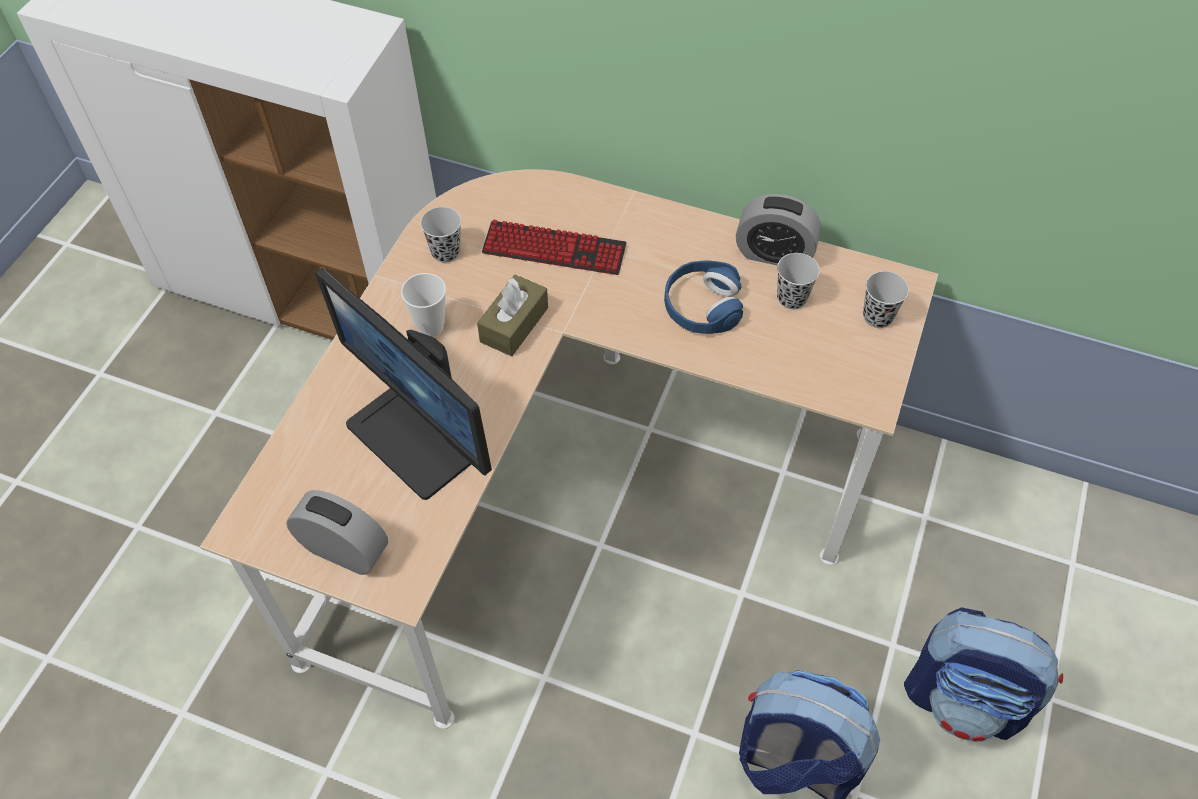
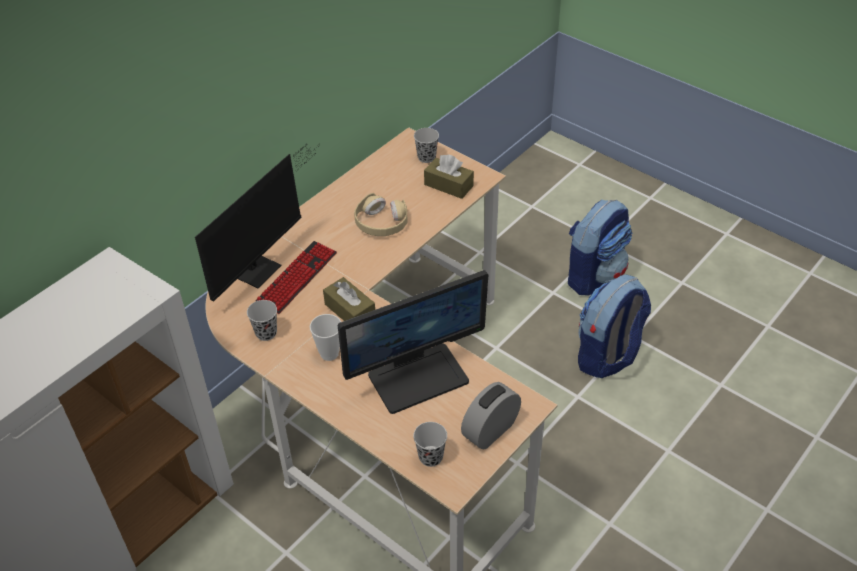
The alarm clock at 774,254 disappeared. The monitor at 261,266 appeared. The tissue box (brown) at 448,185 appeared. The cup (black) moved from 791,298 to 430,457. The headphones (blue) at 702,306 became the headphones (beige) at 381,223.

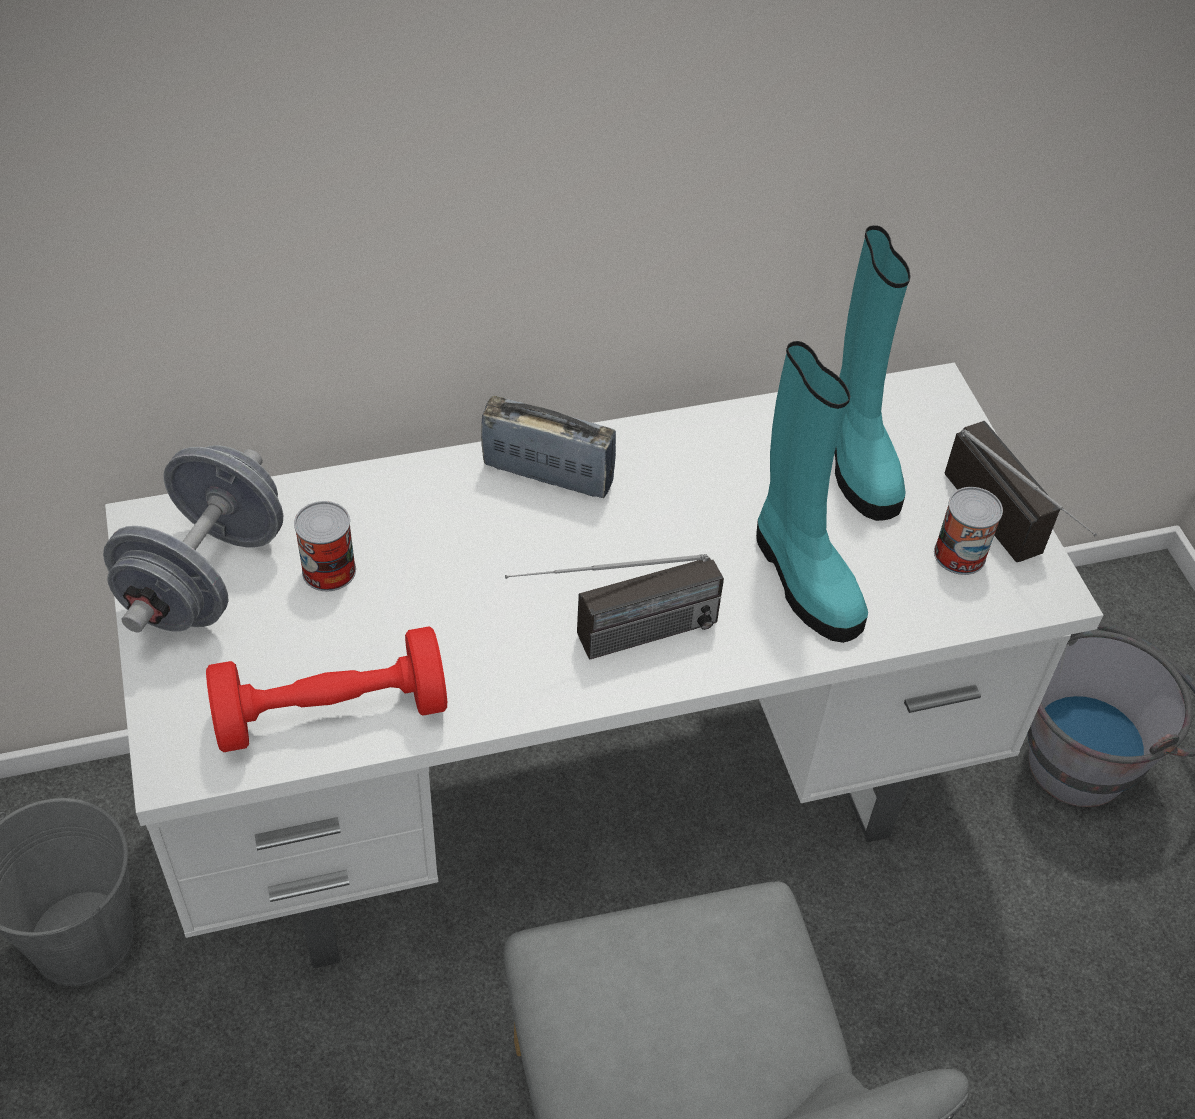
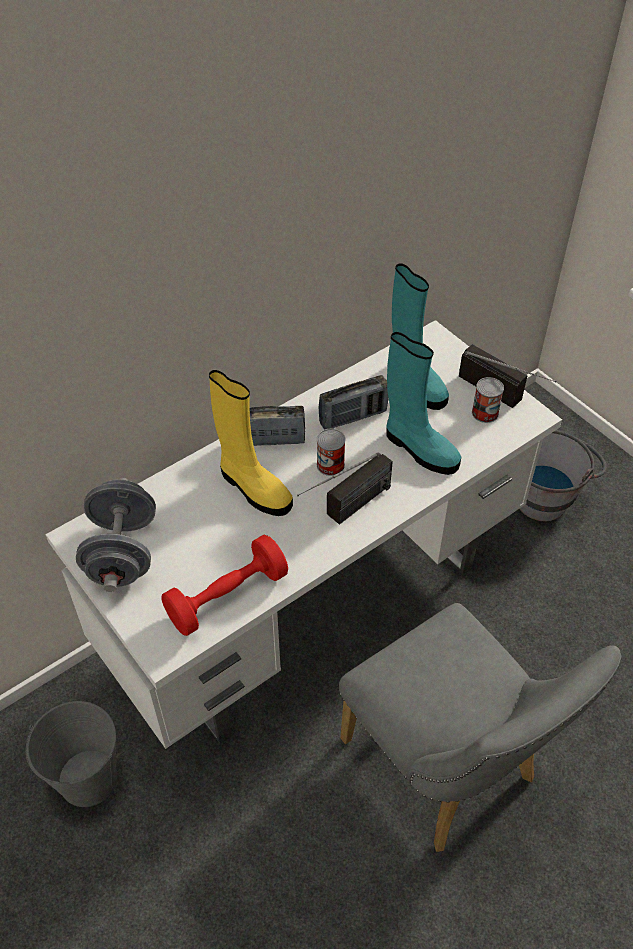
The boot (yellow) at 253,488 appeared. The radio at 353,417 appeared. The can moved from 329,570 to 330,465.

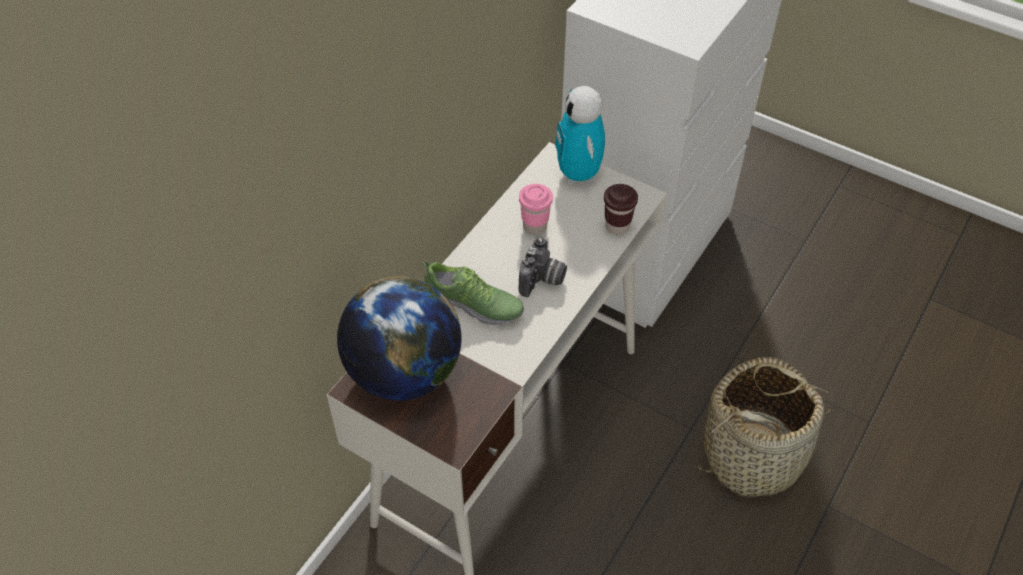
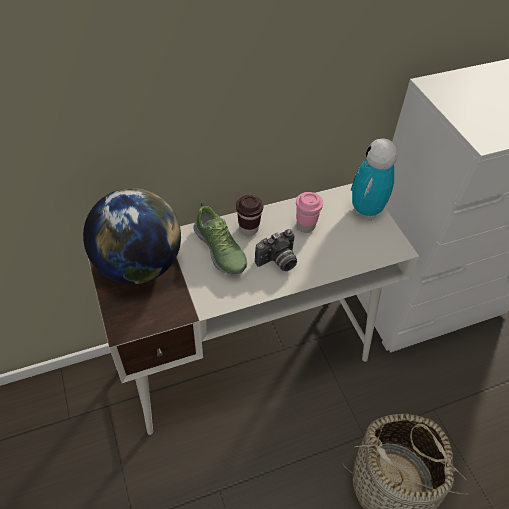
The cup (brown) moved from 617,226 to 248,229.

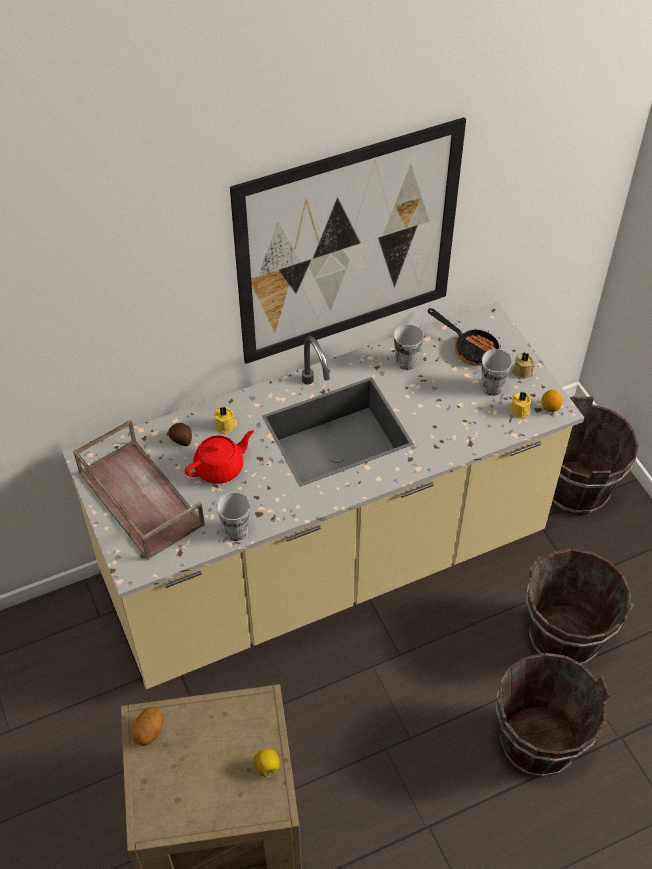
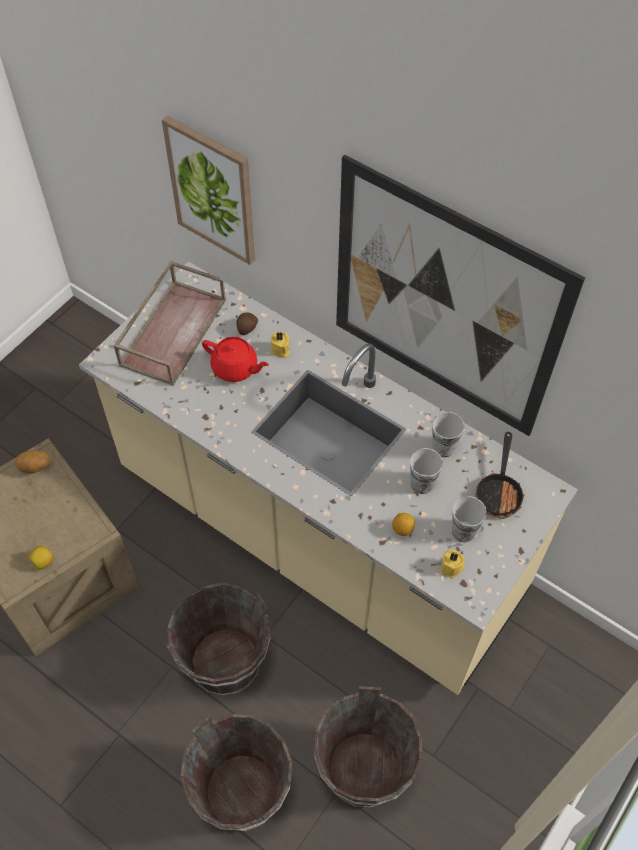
The candle (beige) at 523,372 disappeared. The picture at 213,190 appeared. The cup moved from 236,530 to 422,484. The lemon moved from 550,407 to 402,529. The bucket (brown) moved from 577,489 to 225,663.

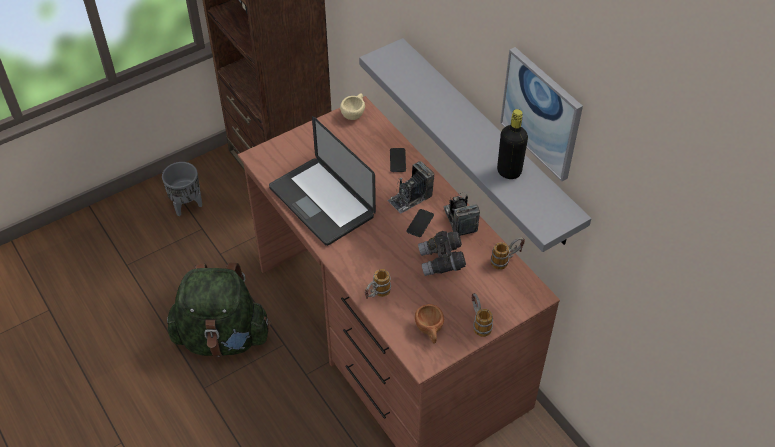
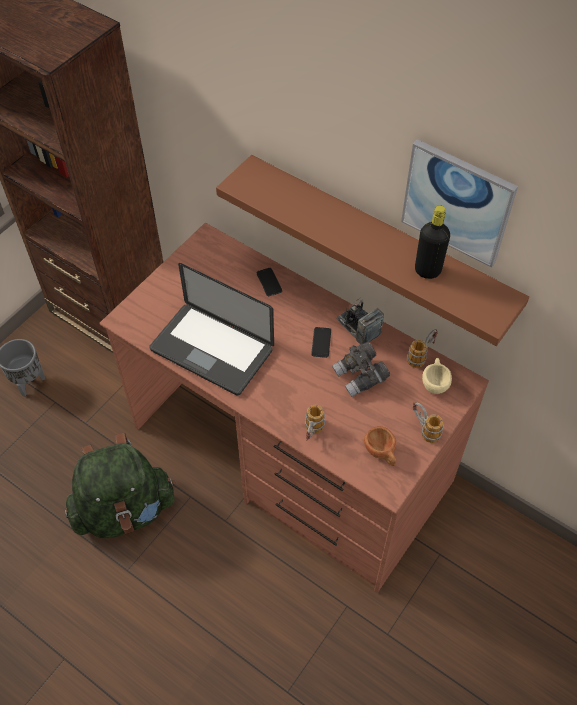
The photo camera at 410,198 disappeared. The cup (beige) moved from 354,113 to 434,382. The shelf (grey) at 487,142 became the shelf (brown) at 378,243.

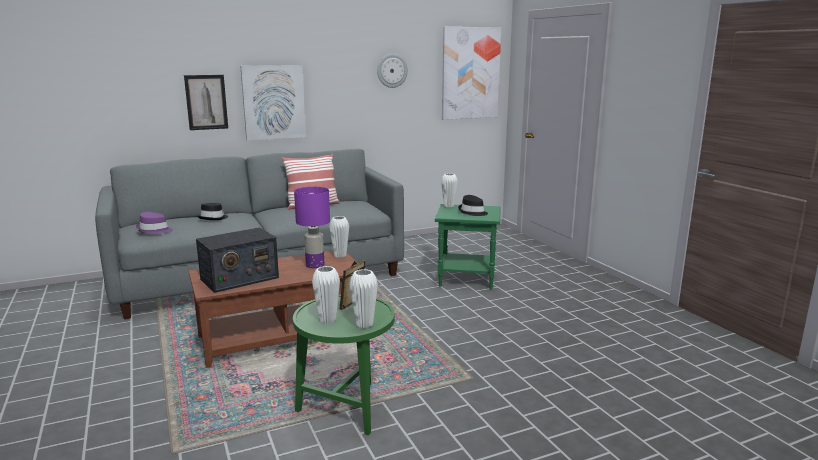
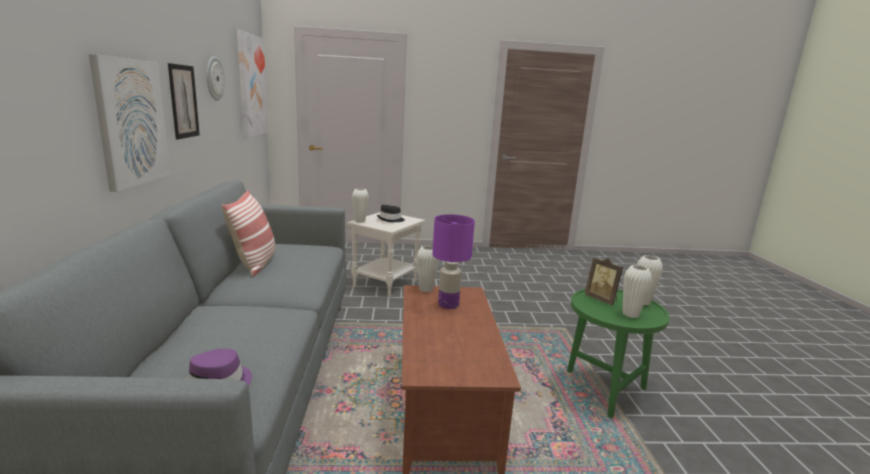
The radio at 239,278 disappeared. The hat (black) at 214,218 disappeared. The picture moved from 206,102 to 183,101. The side table (green) at 467,279 became the side table (white) at 385,283.

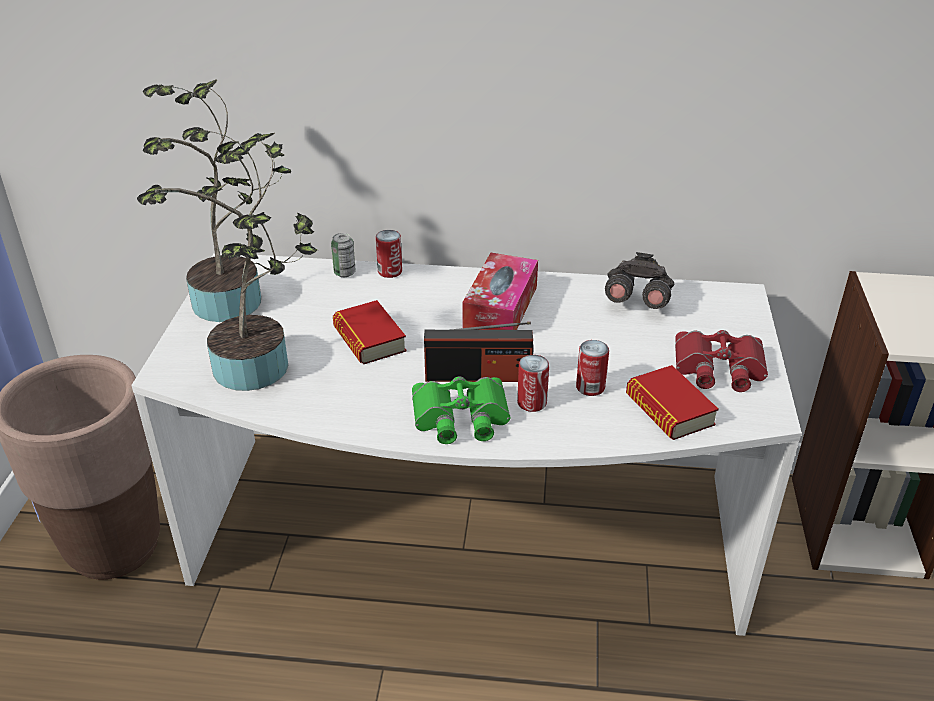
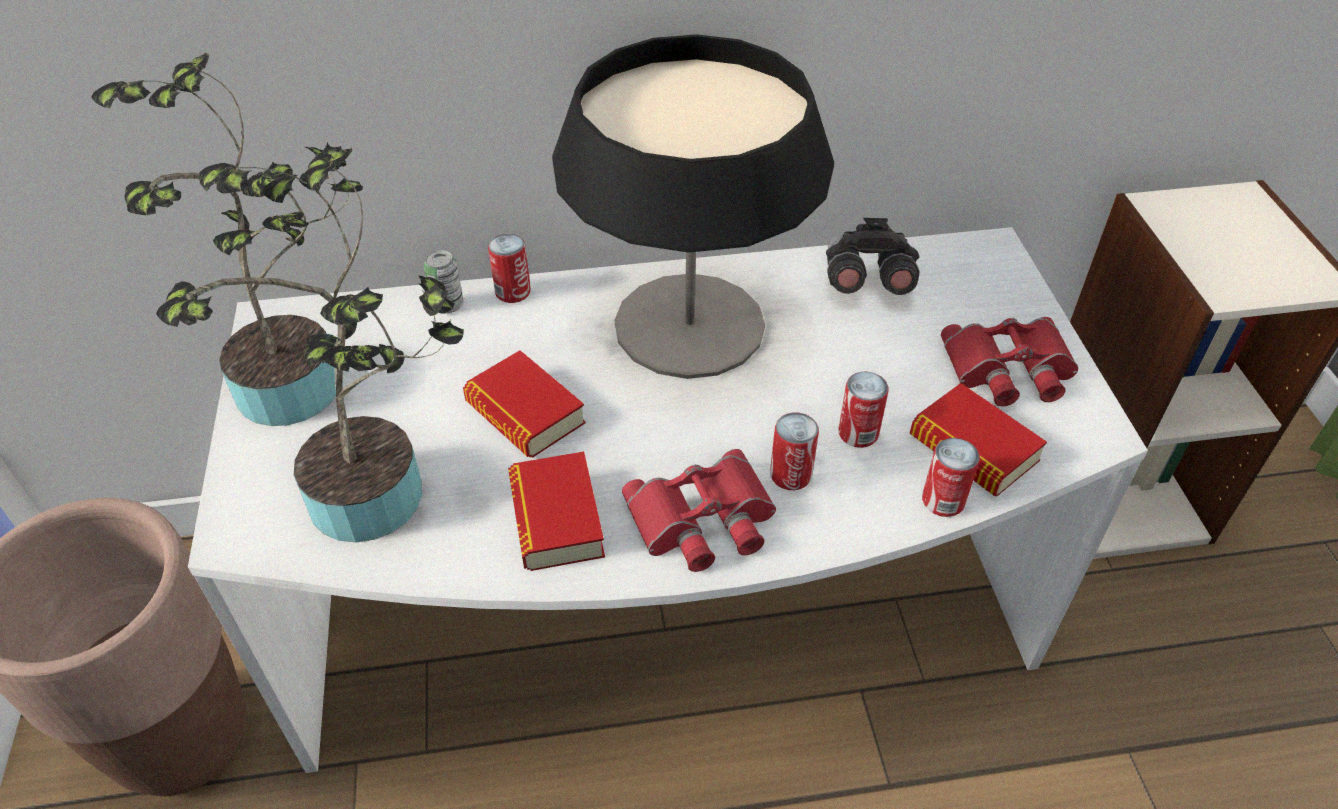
The radio at 478,376 disappeared. The book at 556,519 appeared. The can at 943,500 appeared. The tissue box at 500,308 was replaced by the table lamp at 690,325. The binoculars (green) at 460,418 became the binoculars (red) at 703,521.

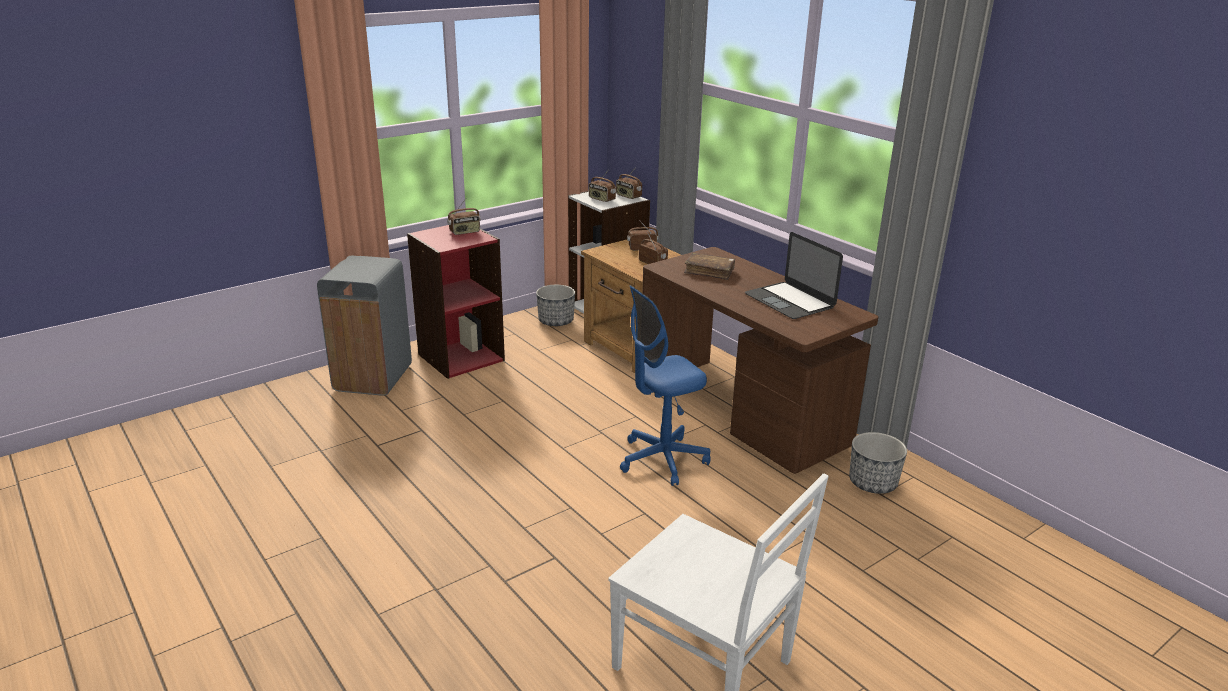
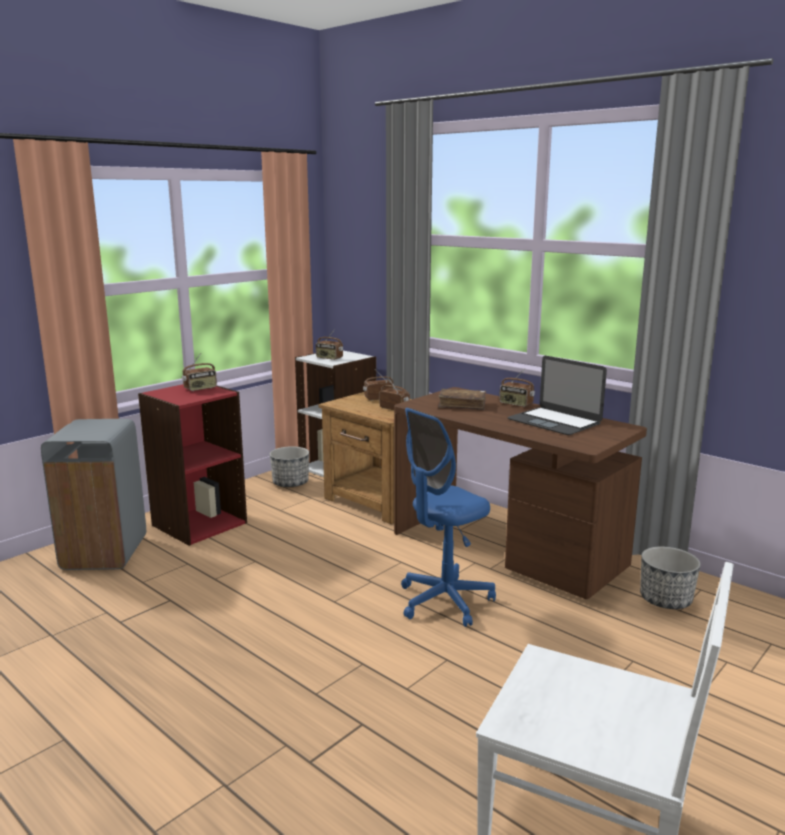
The radio moved from 628,196 to 515,404.

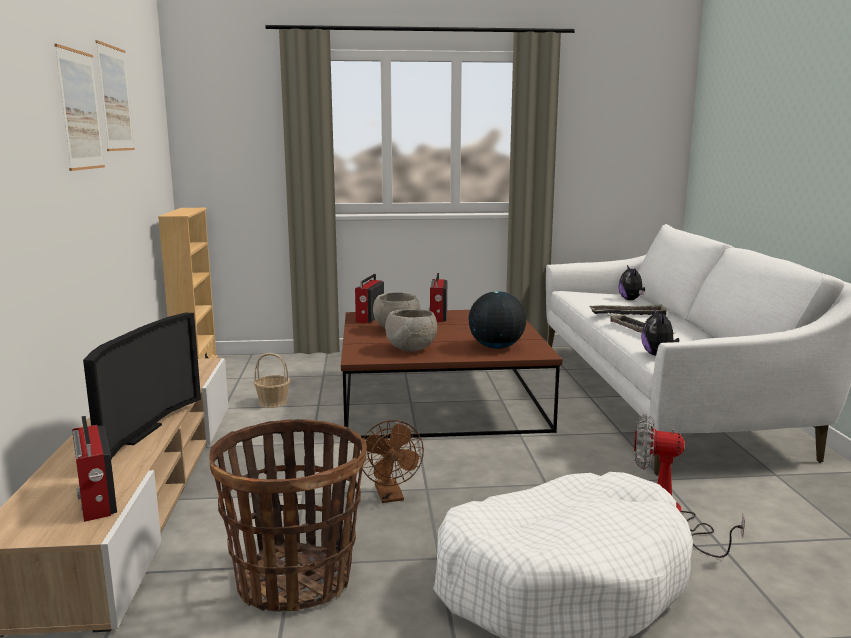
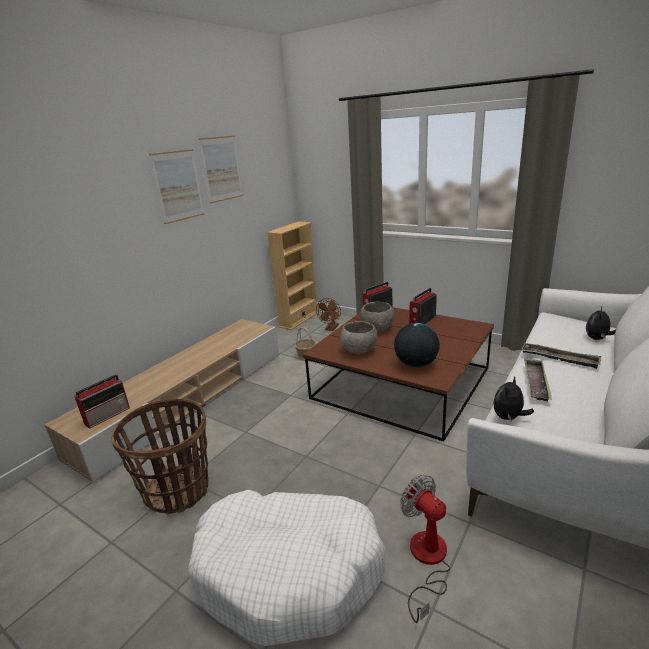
The television at 133,434 disappeared. The fan (brown) moved from 391,496 to 331,328. The radio at 96,500 turned 150 degrees counterclockwise.

